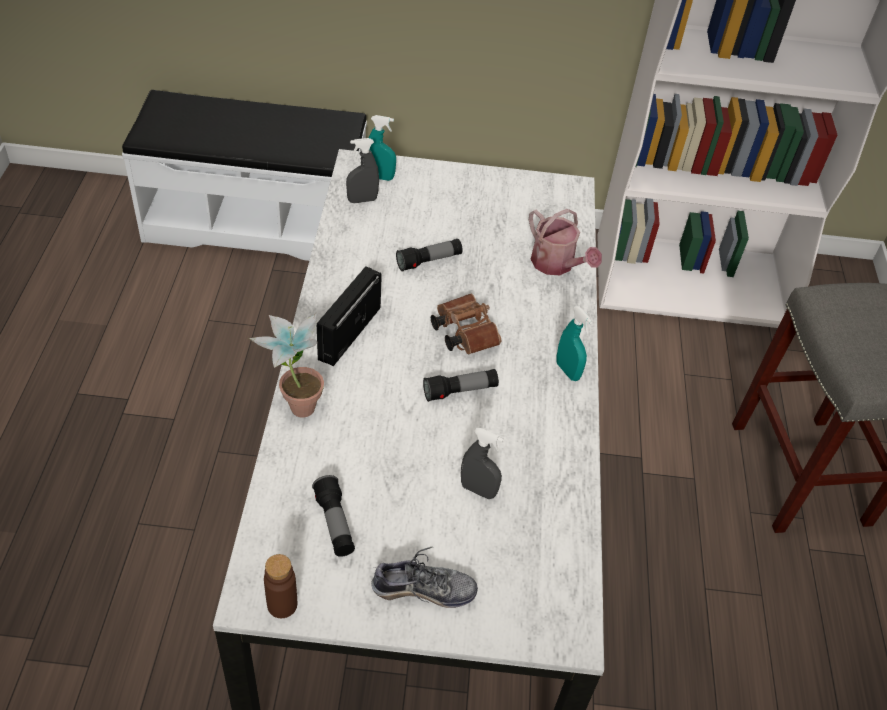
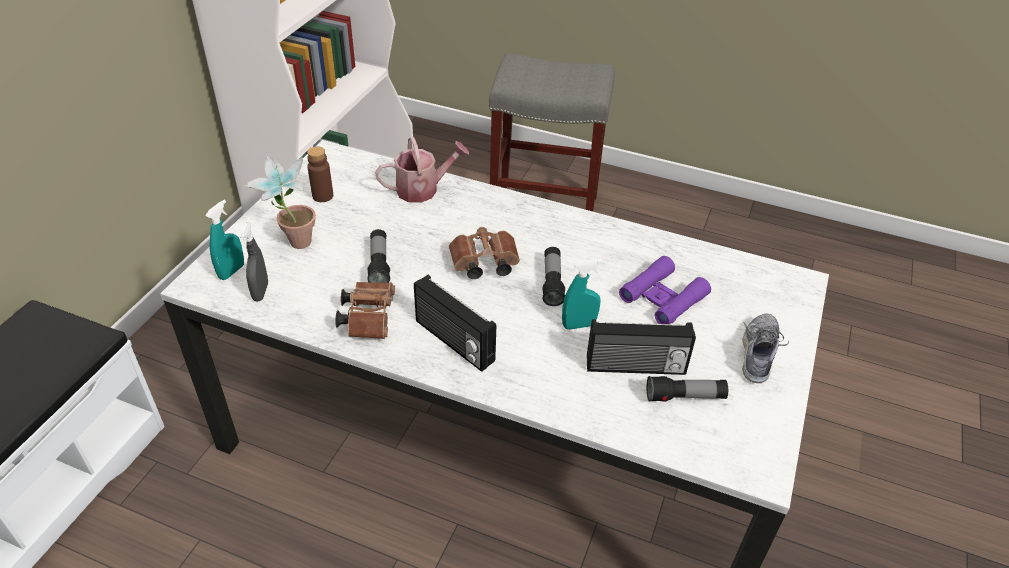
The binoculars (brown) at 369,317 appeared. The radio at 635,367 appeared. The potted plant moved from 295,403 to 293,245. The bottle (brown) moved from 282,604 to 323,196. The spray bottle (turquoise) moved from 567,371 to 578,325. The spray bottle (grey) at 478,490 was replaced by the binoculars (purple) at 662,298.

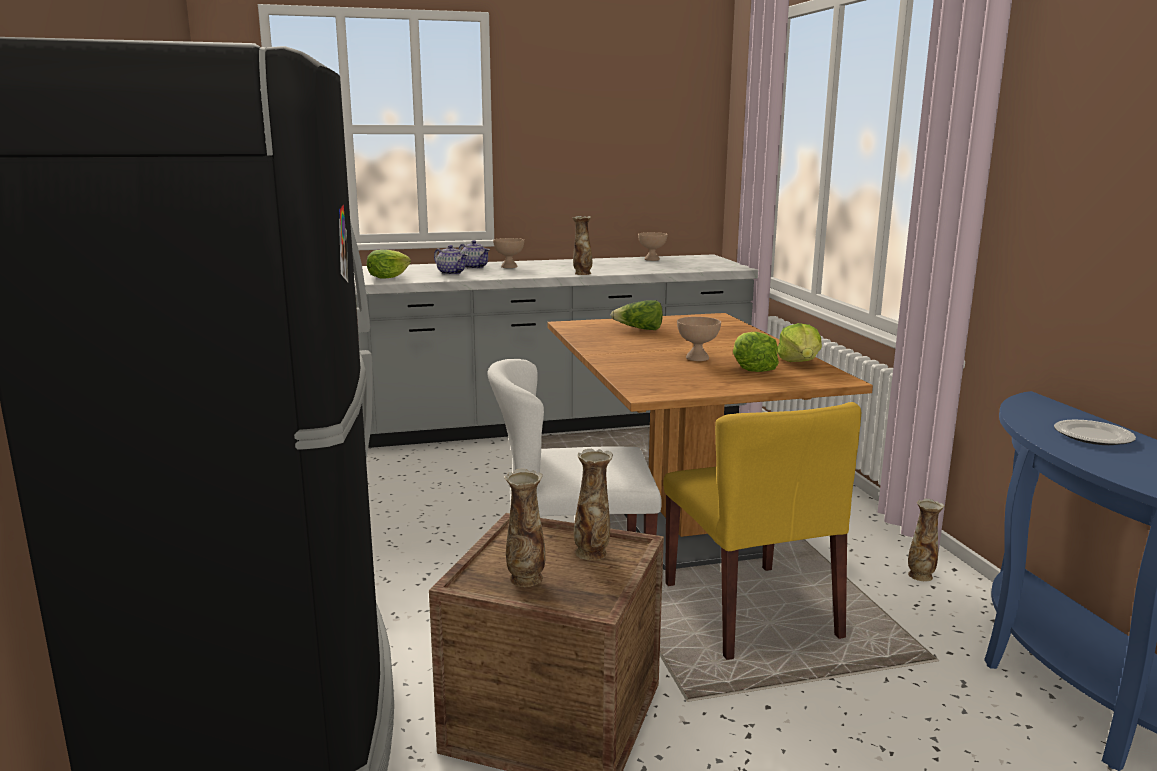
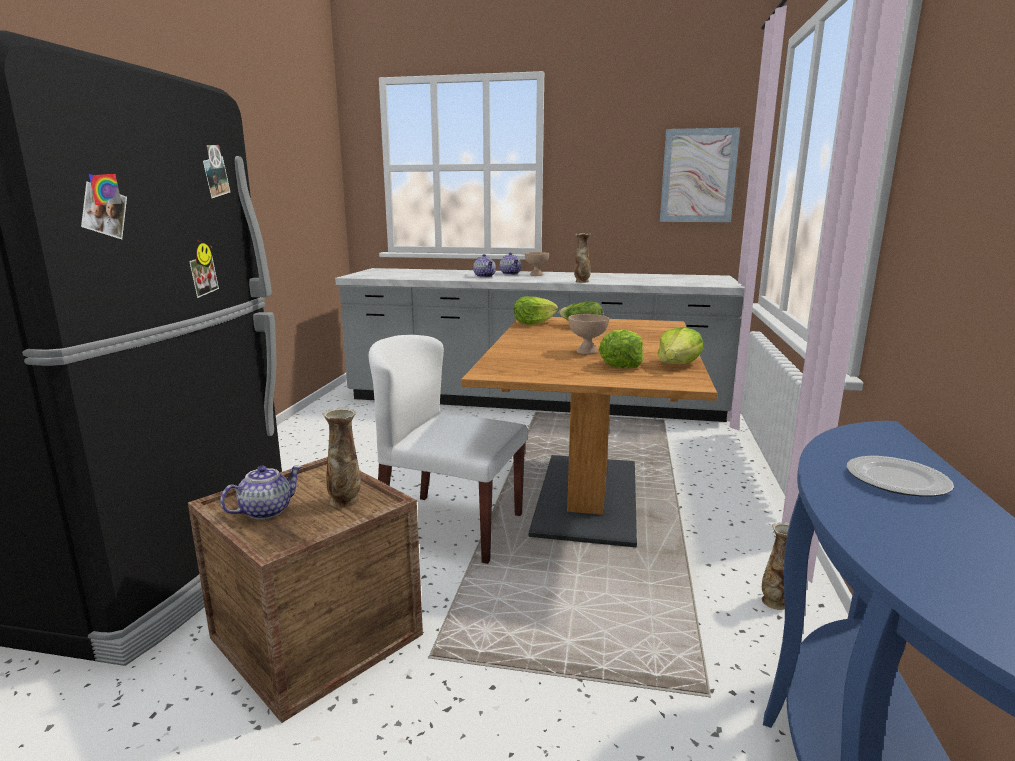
The bowl (beige) at 651,259 disappeared. The chair (yellow) at 751,611 disappeared. The picture at 698,176 appeared. The lettuce moved from 388,277 to 533,323. The vase at 525,579 was replaced by the teapot at 266,511.

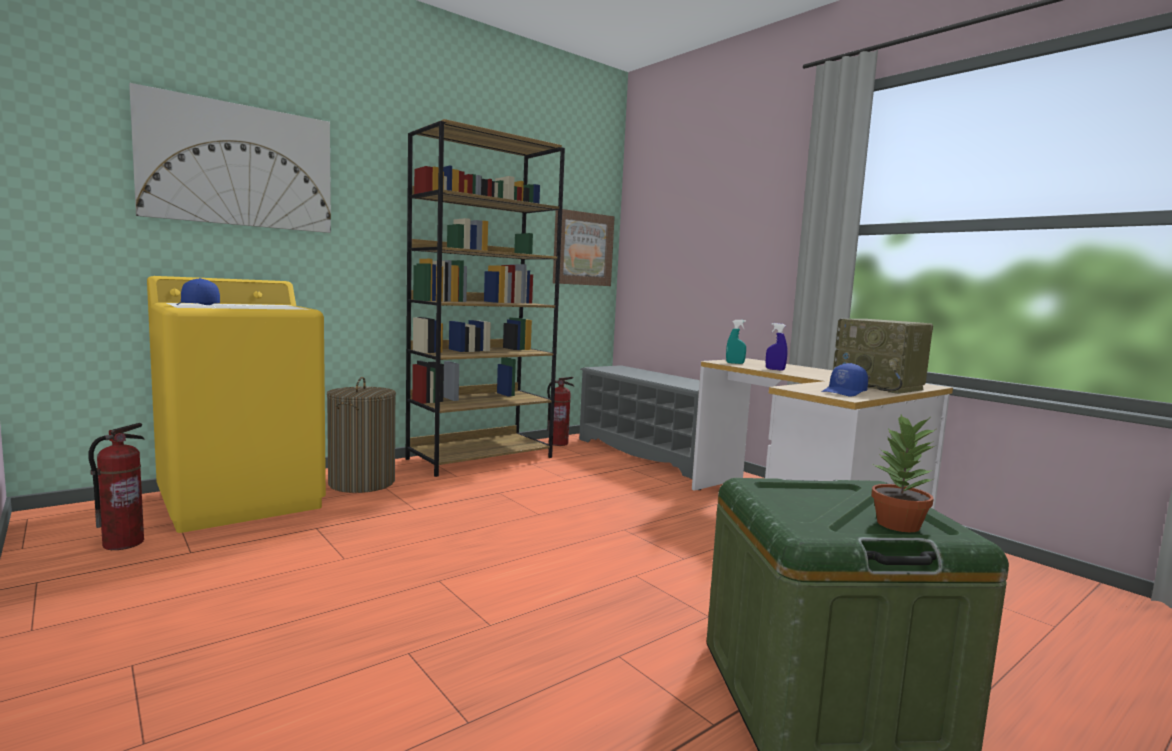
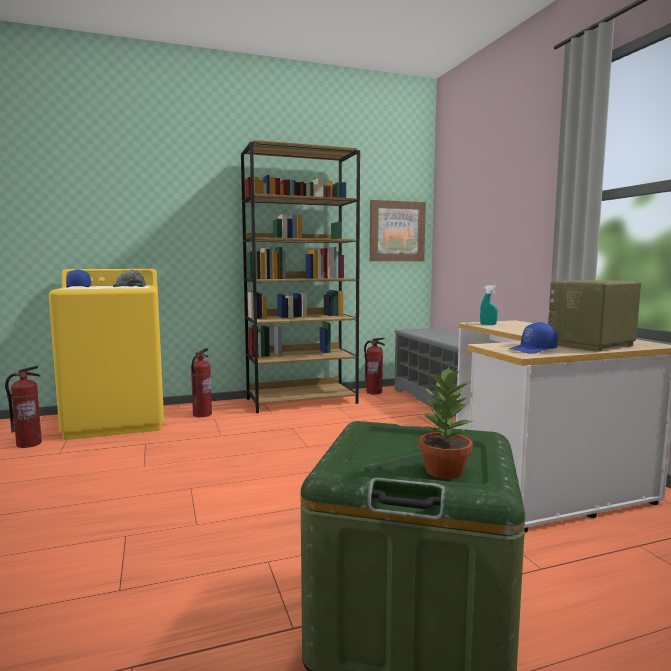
The picture at 238,166 disappeared. The spray bottle (blue) at 775,369 disappeared. The cap (grey) at 129,287 appeared. The laundry basket at 362,482 was replaced by the fire extinguisher at 202,414. The radio at 879,386 turned 75 degrees clockwise.

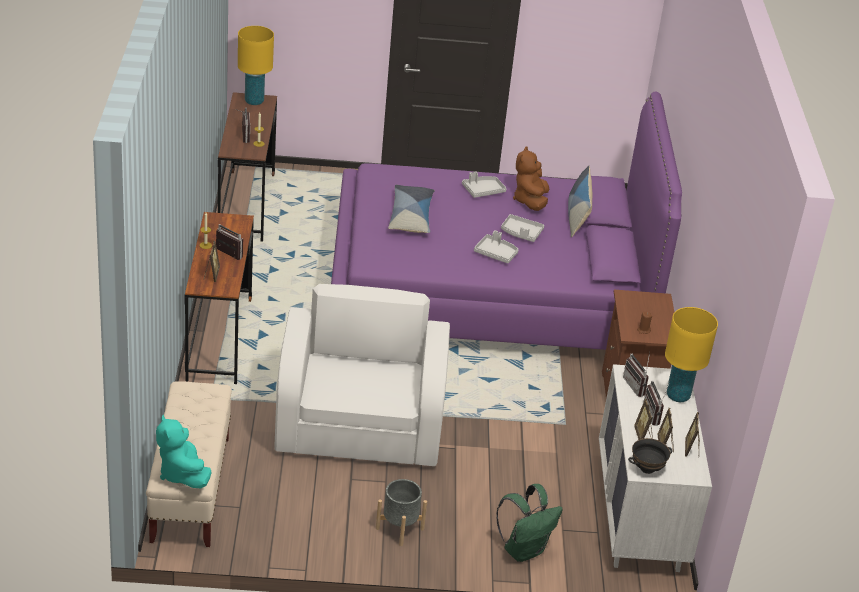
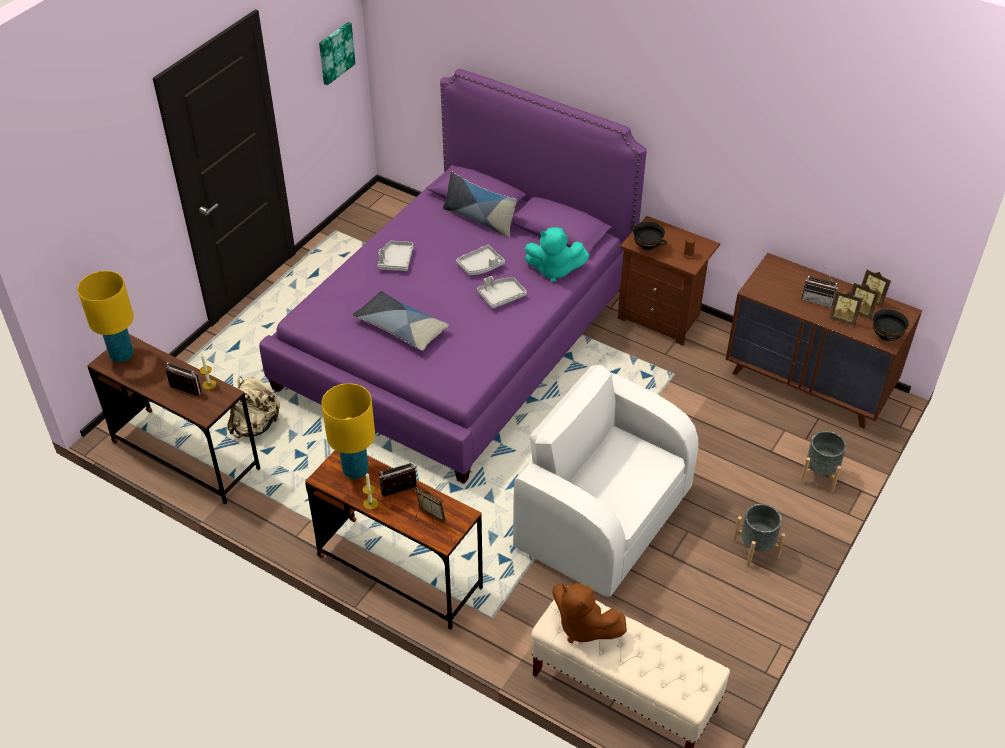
The radio at 637,386 disappeared. The backpack (beige) at 255,425 appeared. The picture at 335,52 appeared. The bowl (black) at 647,247 appeared. The plush toy (turquoise) moved from 182,474 to 554,270. The plush toy (brown) moved from 530,201 to 583,626. The table lamp (yellow) moved from 678,395 to 355,470. The backpack (green) at 524,550 was replaced by the planter (grey) at 819,475. The dresser (white) at 640,515 became the dresser (brown) at 809,382.

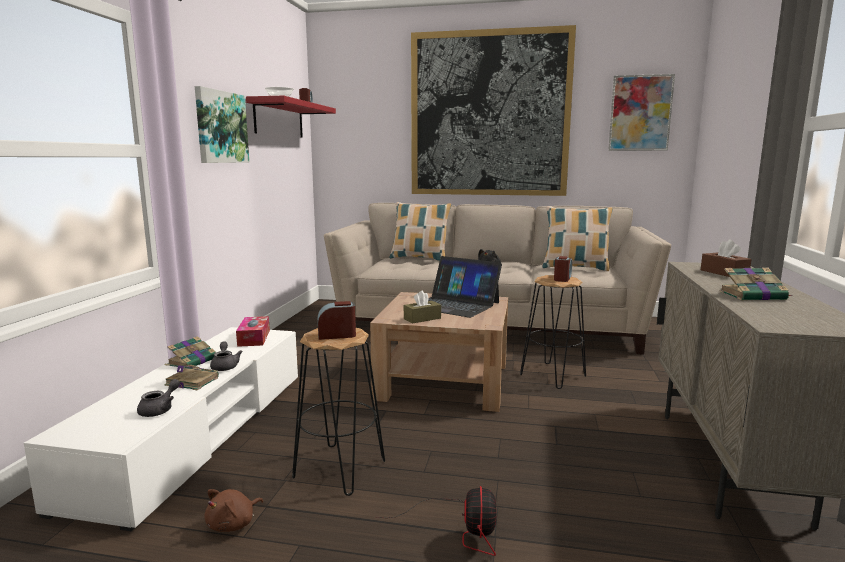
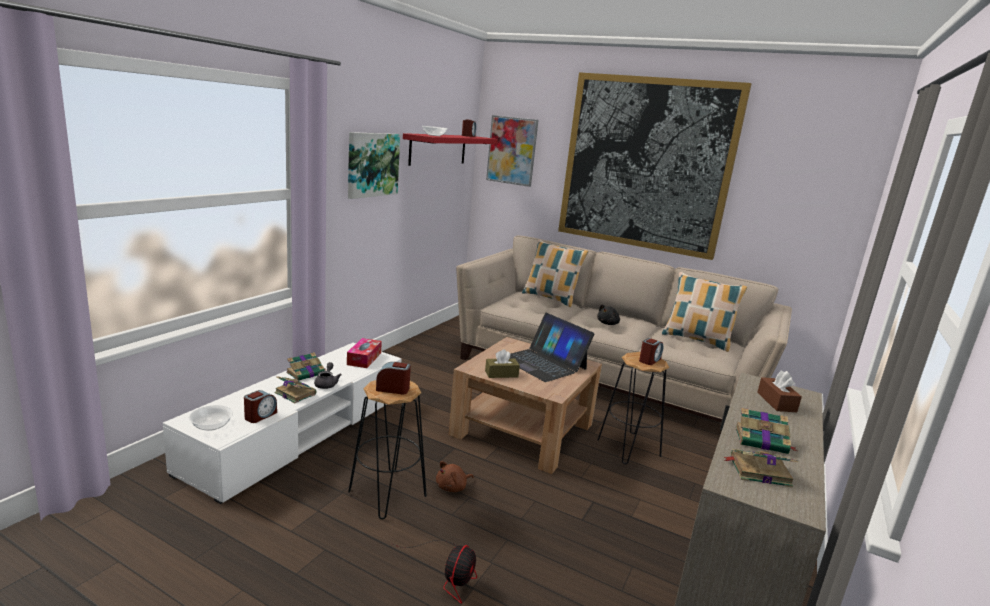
The bowl at 211,426 appeared. The book at 758,471 appeared. The plush toy (brown) moved from 233,524 to 452,487. The picture moved from 640,113 to 512,150. The teapot (grey) at 160,410 was replaced by the alarm clock at 260,416.

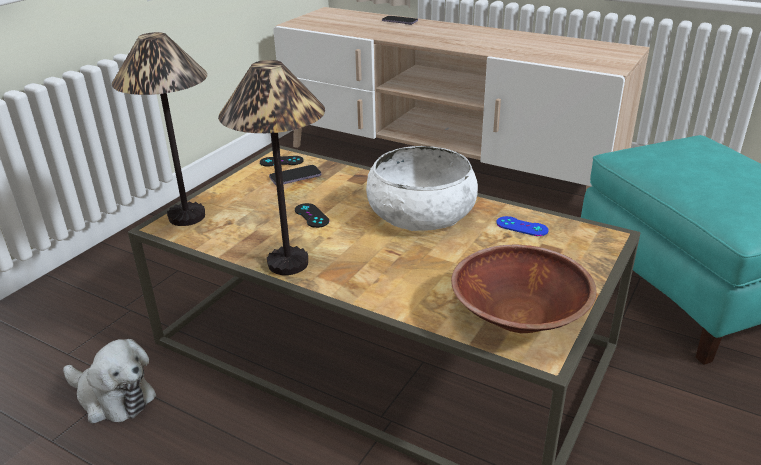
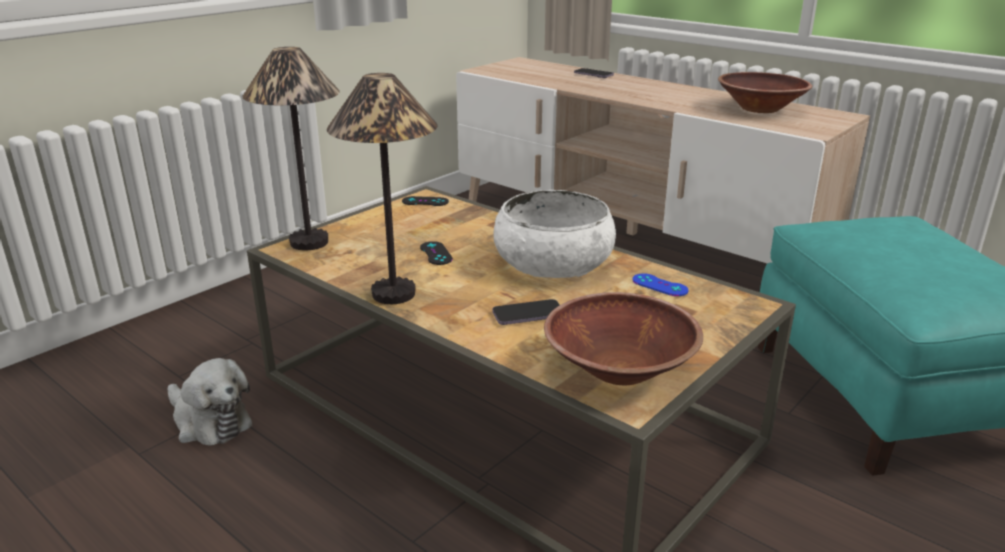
The bowl (brown) at 759,109 appeared. The phone moved from 295,177 to 528,315.

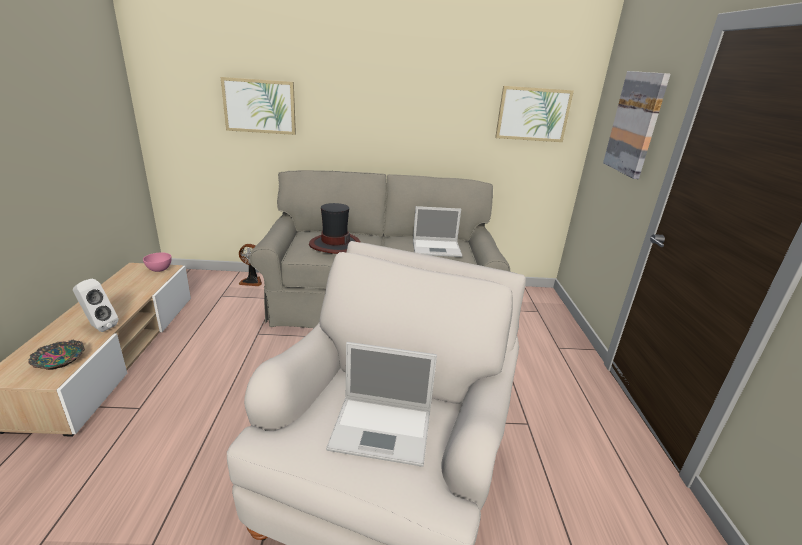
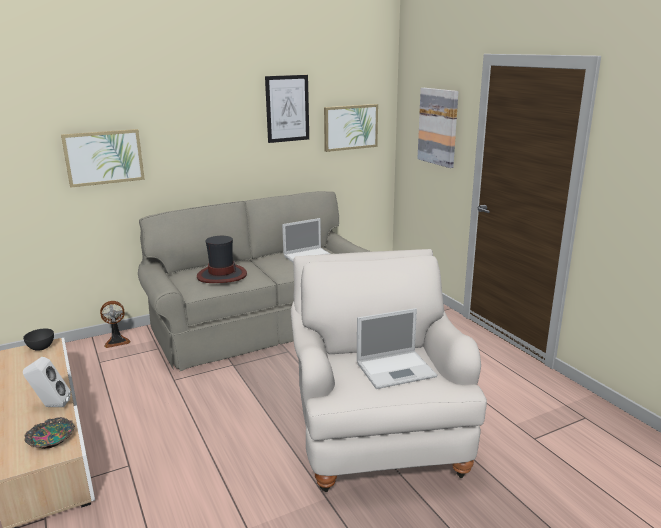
The picture at 287,108 appeared. The bowl (pink) at 159,269 became the bowl (grey) at 41,348.

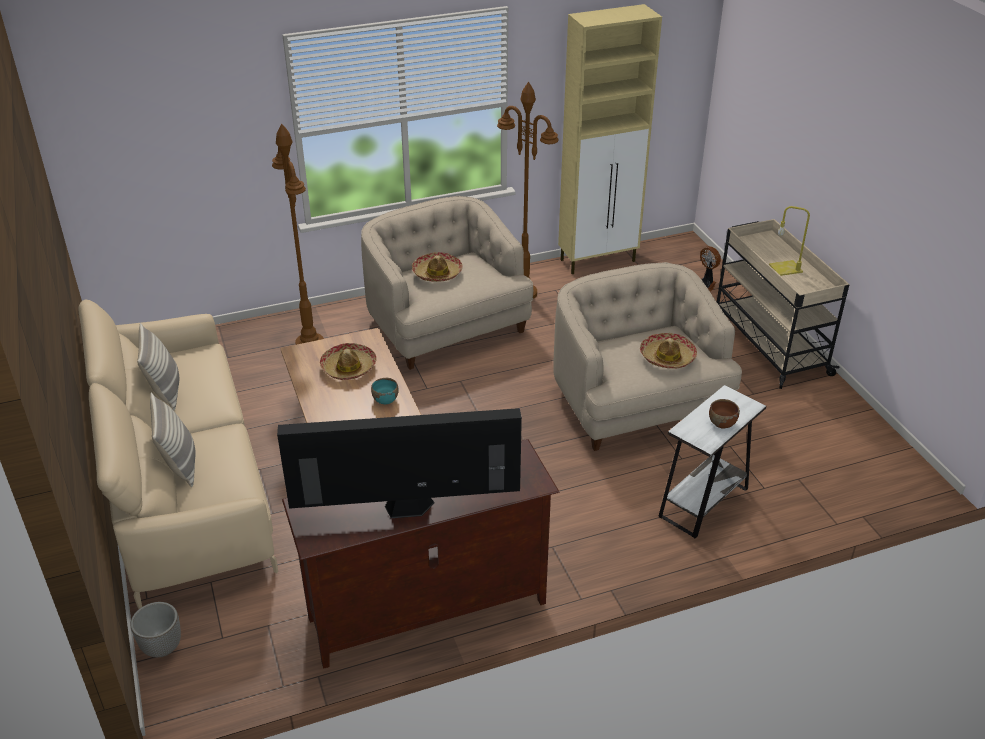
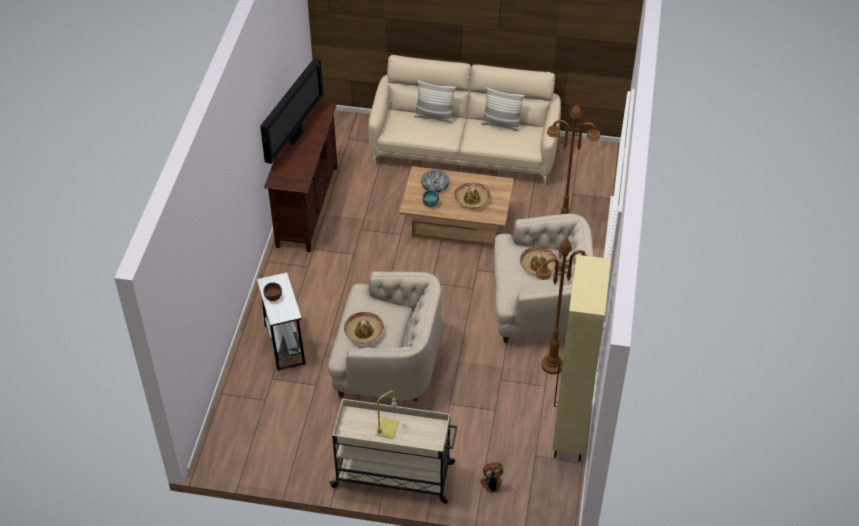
The planter at 162,647 disappeared. The bowl at 435,184 appeared.

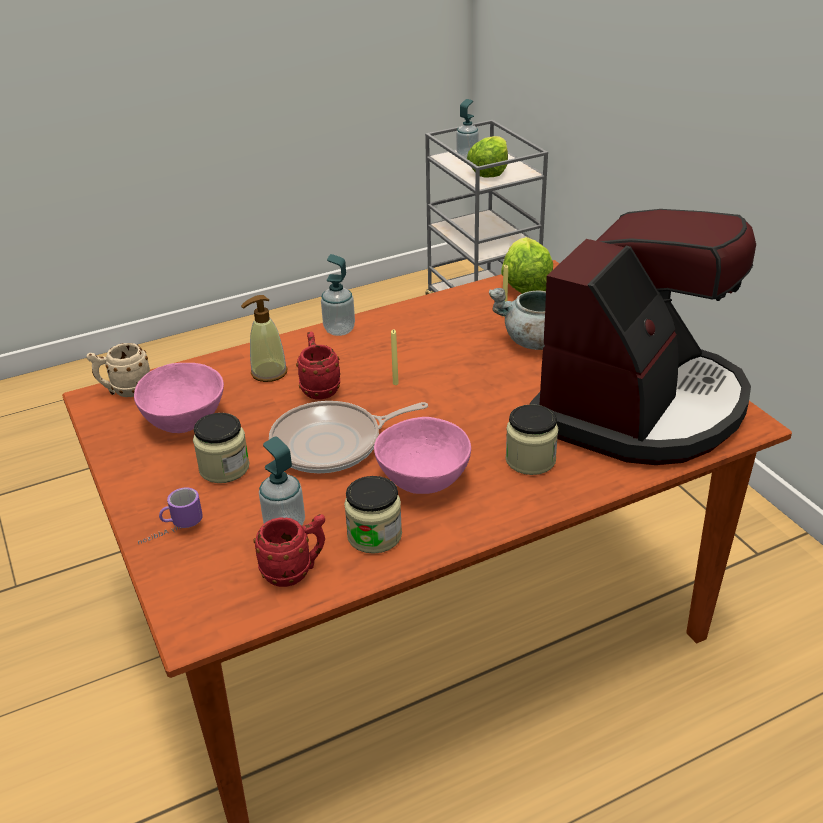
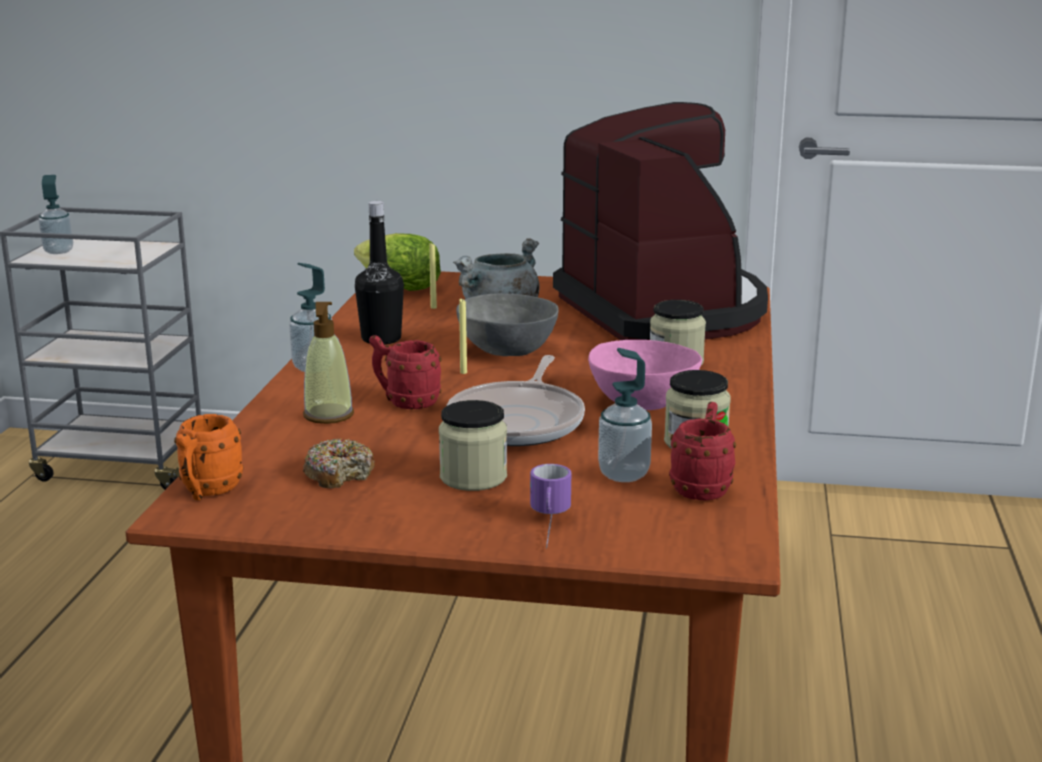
The lettuce at 489,171 disappeared. The bottle (black) at 381,339 appeared. The bowl (grey) at 505,351 appeared. The bowl (pink) at 185,419 was replaced by the donut at 339,474. The mug (beige) at 125,391 became the mug (orange) at 207,491.

